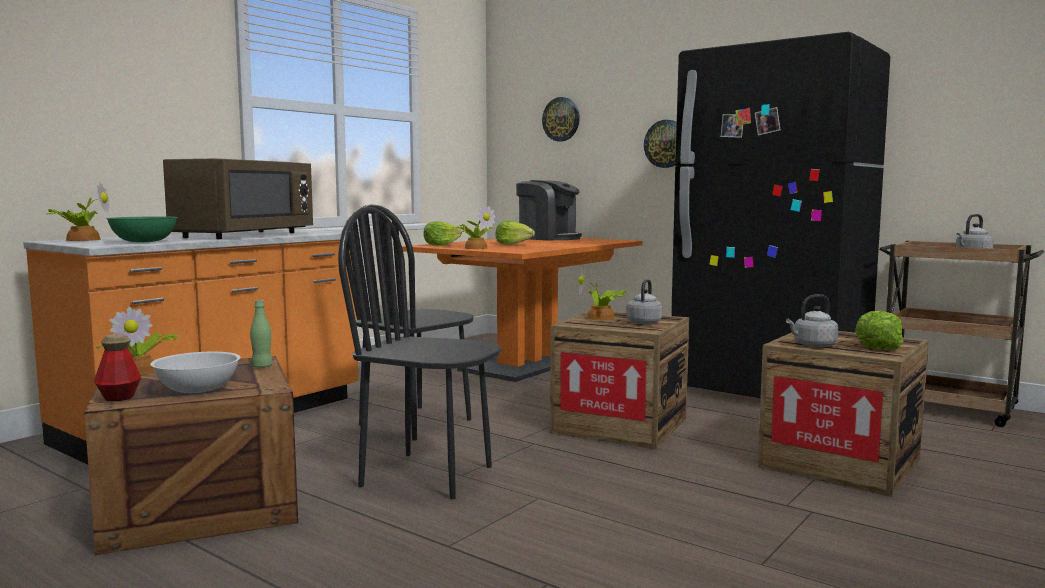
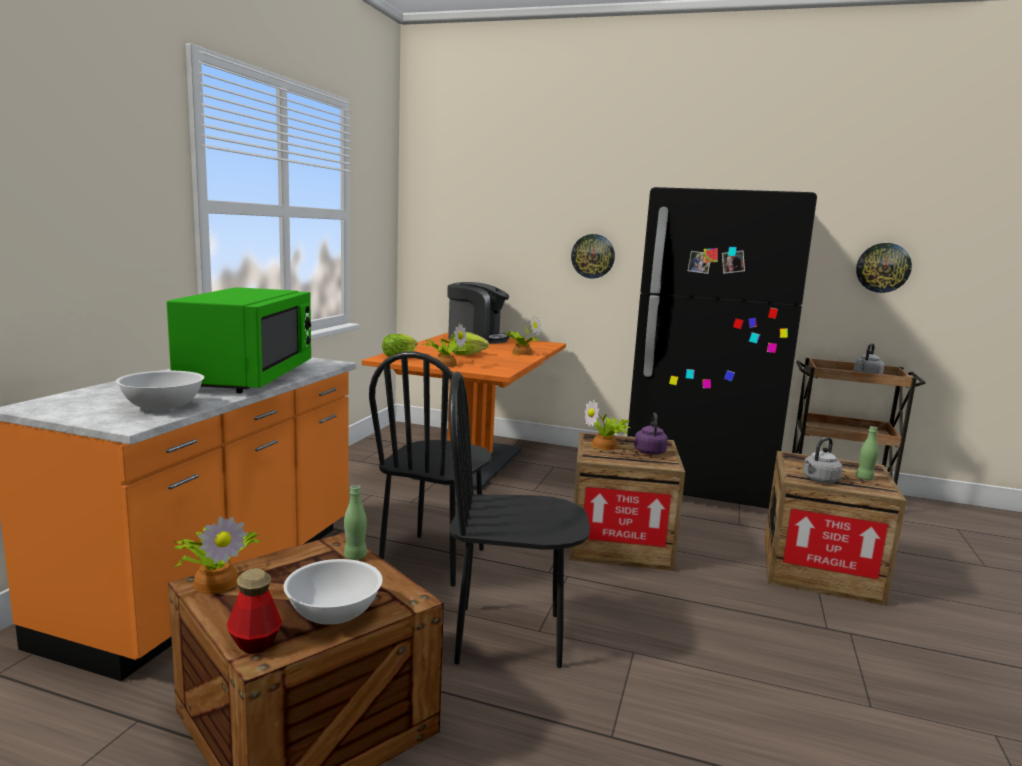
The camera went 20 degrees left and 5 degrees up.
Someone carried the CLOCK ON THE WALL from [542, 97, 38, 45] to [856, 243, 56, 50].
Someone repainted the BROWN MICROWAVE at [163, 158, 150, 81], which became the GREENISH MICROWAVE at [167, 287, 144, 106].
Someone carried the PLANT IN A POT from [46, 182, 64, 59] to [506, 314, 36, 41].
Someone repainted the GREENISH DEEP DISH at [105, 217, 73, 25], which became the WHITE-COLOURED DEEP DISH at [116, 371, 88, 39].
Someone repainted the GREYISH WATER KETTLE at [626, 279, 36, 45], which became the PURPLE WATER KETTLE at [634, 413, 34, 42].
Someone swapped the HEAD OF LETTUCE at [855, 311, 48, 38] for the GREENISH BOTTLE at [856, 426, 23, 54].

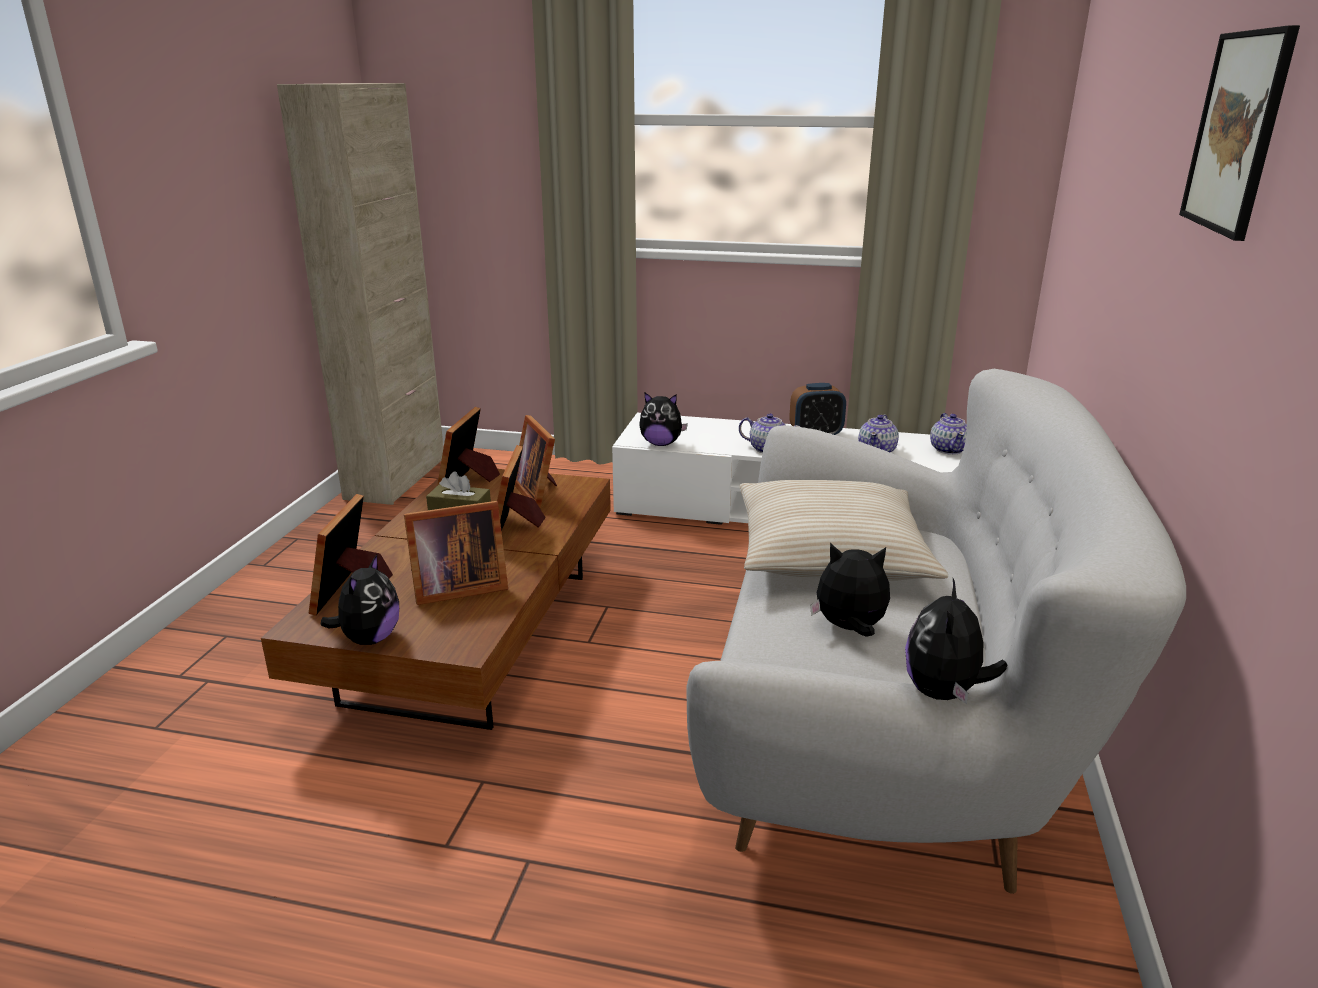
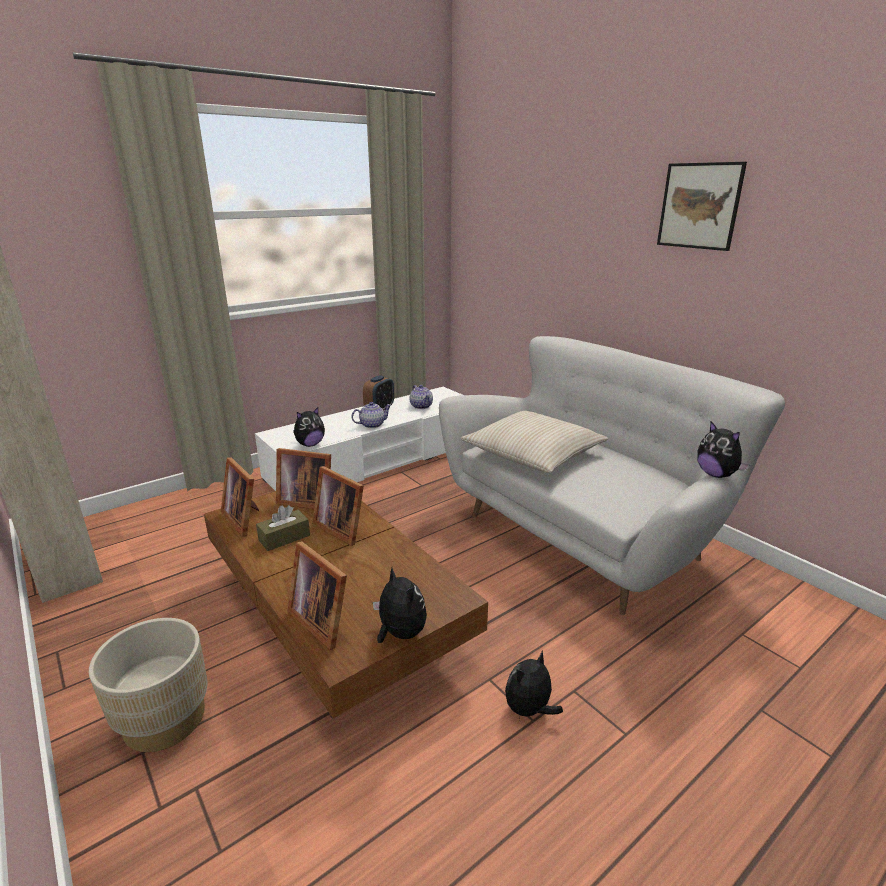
The camera went 50 degrees left and 0 degrees up.
Someone took away the POT FOR TEA at [930, 413, 37, 42].
Someone took away the STANDING FRAME at [404, 501, 104, 104].
Someone carried the SOFT TOY from [810, 543, 80, 94] to [505, 651, 58, 68].
Someone put down the SAND-COLOURED FLOWER POT at [89, 618, 118, 134].

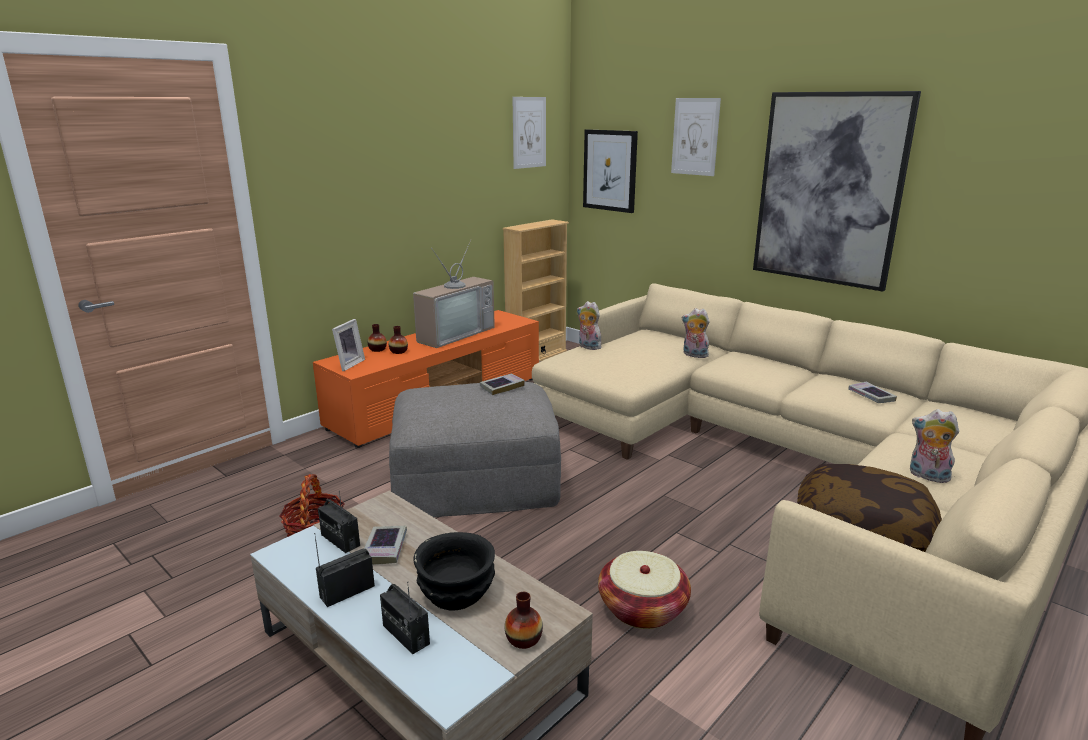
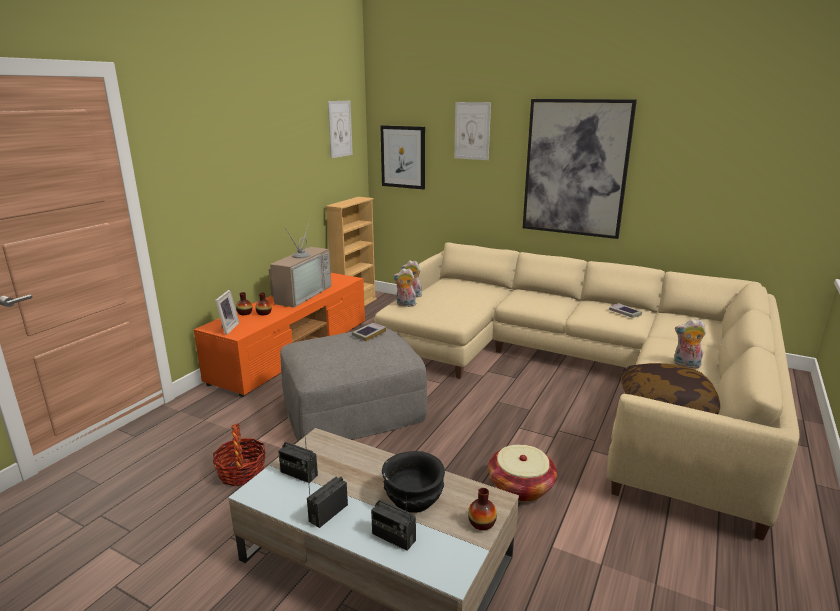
The camera went 15 degrees left and 0 degrees up.
Someone carried the SOFT TOY from [682, 308, 28, 50] to [393, 268, 23, 39].
Someone took away the BOOK at [364, 526, 43, 39].

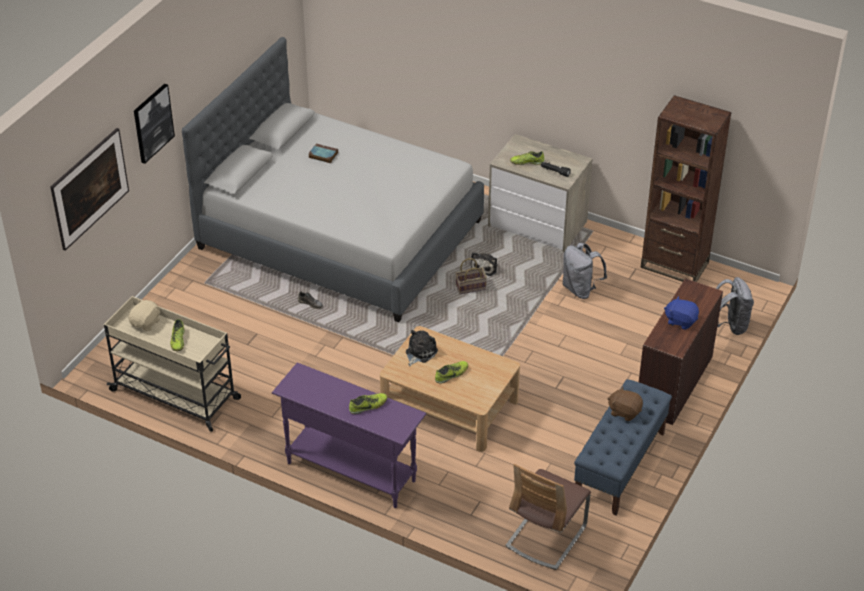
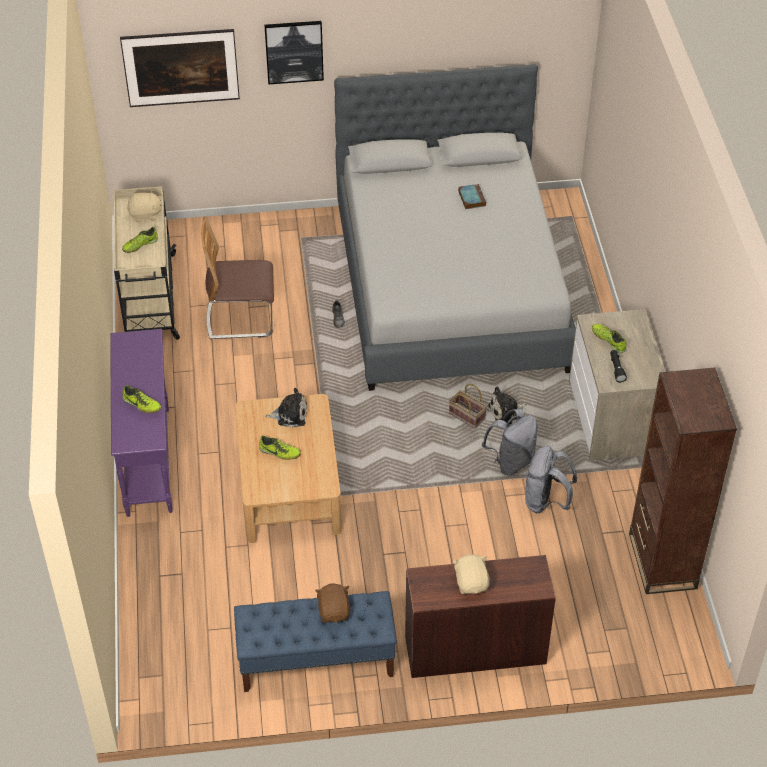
The camera went 55 degrees right and 5 degrees up.
Someone carried the GREYISH RUCKSACK from [716, 277, 38, 58] to [482, 409, 55, 66].
Someone repainted the BLUE-COLOURED SOFT TOY at [664, 296, 35, 34], which became the SAND-COLOURED SOFT TOY at [453, 554, 37, 40].
Someone carried the CHAIR from [505, 464, 86, 106] to [201, 216, 73, 123].

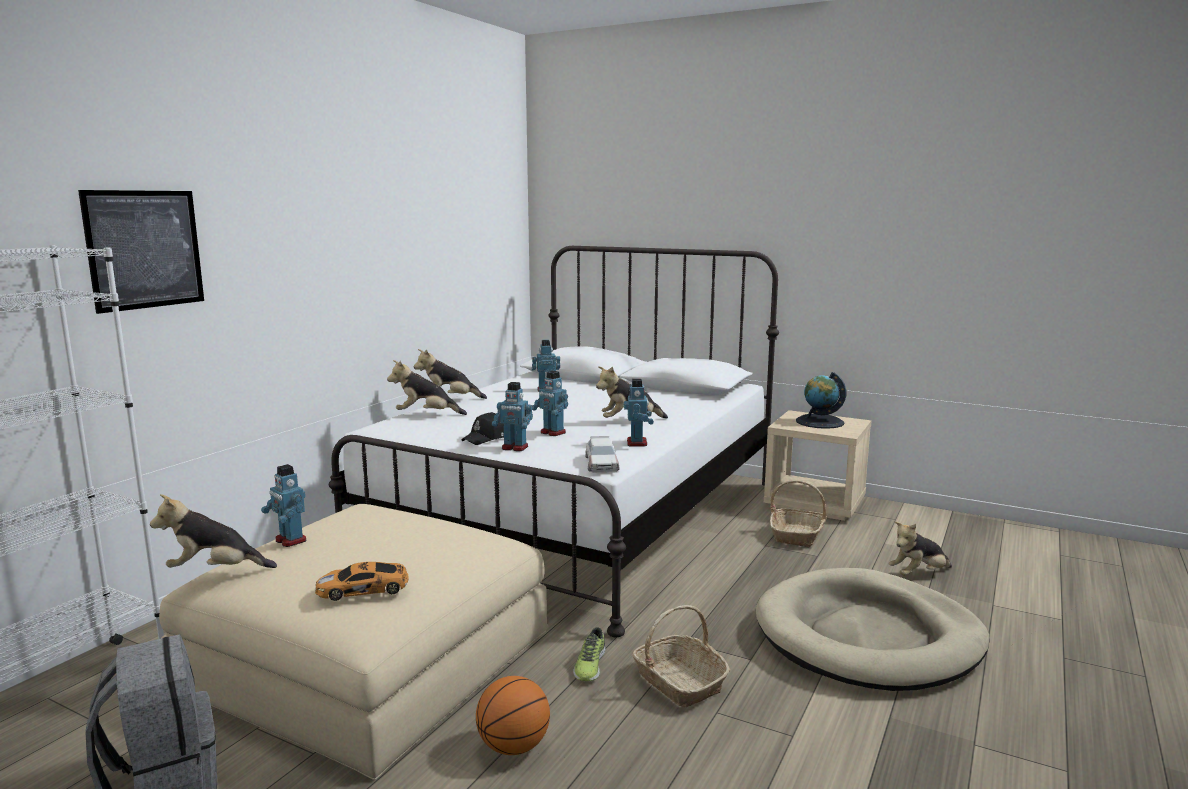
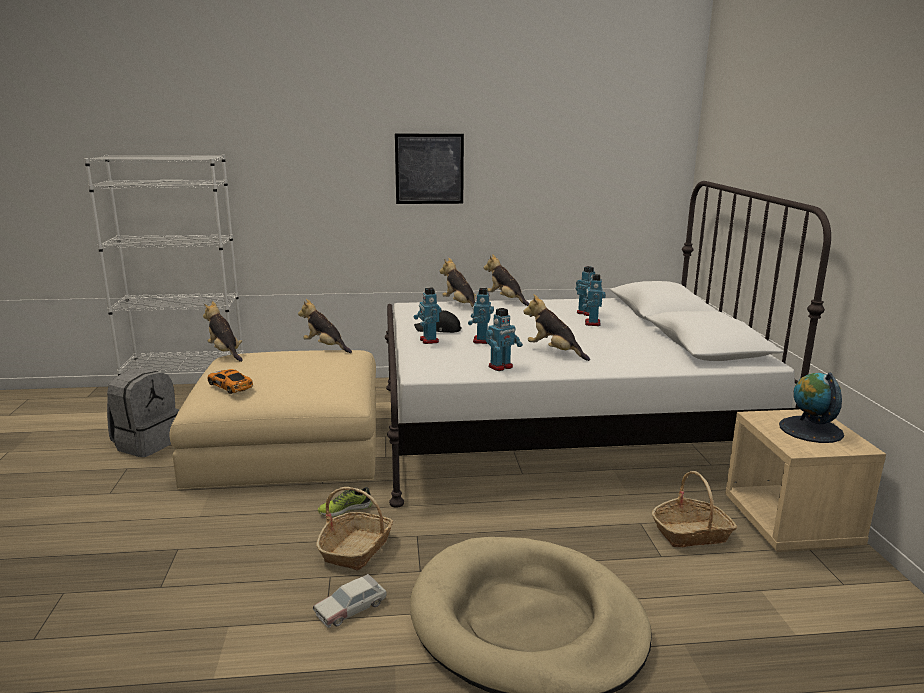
The camera went 55 degrees right and 5 degrees up.
Someone carried the WALL ART from [78, 190, 126, 124] to [395, 134, 69, 70].
Someone carried the TOY CAR from [585, 436, 34, 37] to [313, 574, 74, 54].
Someone carried the TOY ROBOT from [261, 464, 45, 83] to [582, 274, 24, 52].
Someone carried the SOFT TOY from [889, 522, 63, 54] to [298, 299, 54, 54].
Someone took away the BALL FOR BASKETBALL at [476, 676, 74, 79].

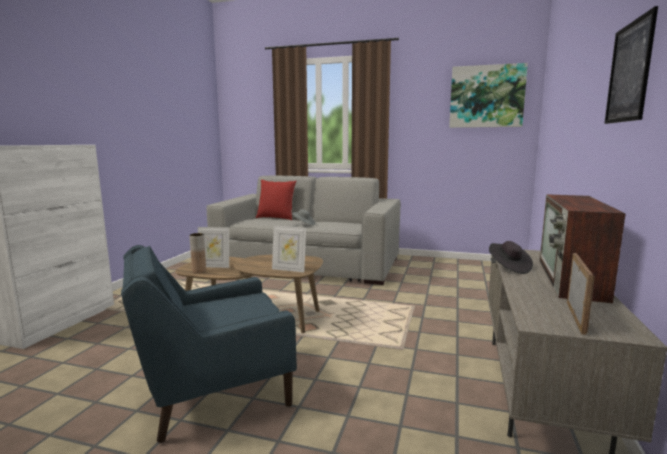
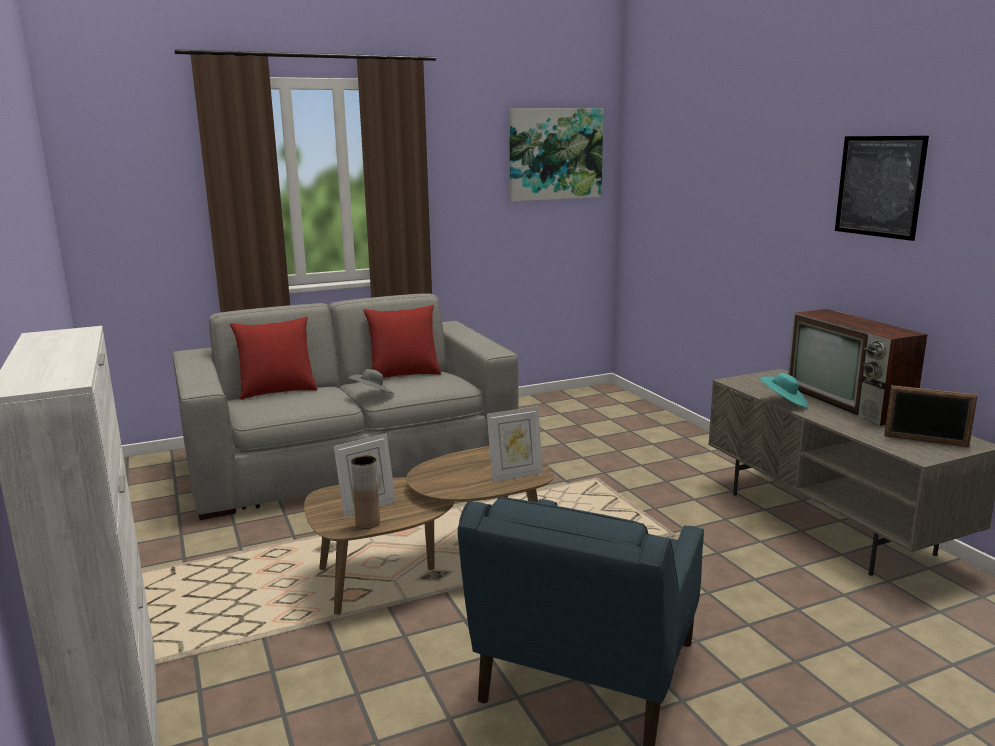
The camera went 40 degrees left and 5 degrees up.
Someone repainted the BLACKISH WEARABLE HAT at [489, 241, 44, 33], which became the TURQUOISE-COLOURED WEARABLE HAT at [759, 373, 49, 35].
Someone rotated the STANDING FRAME at [567, 253, 28, 82] by 135 degrees clockwise.
Someone put down the REDDISH PILLOW at [363, 305, 78, 73].

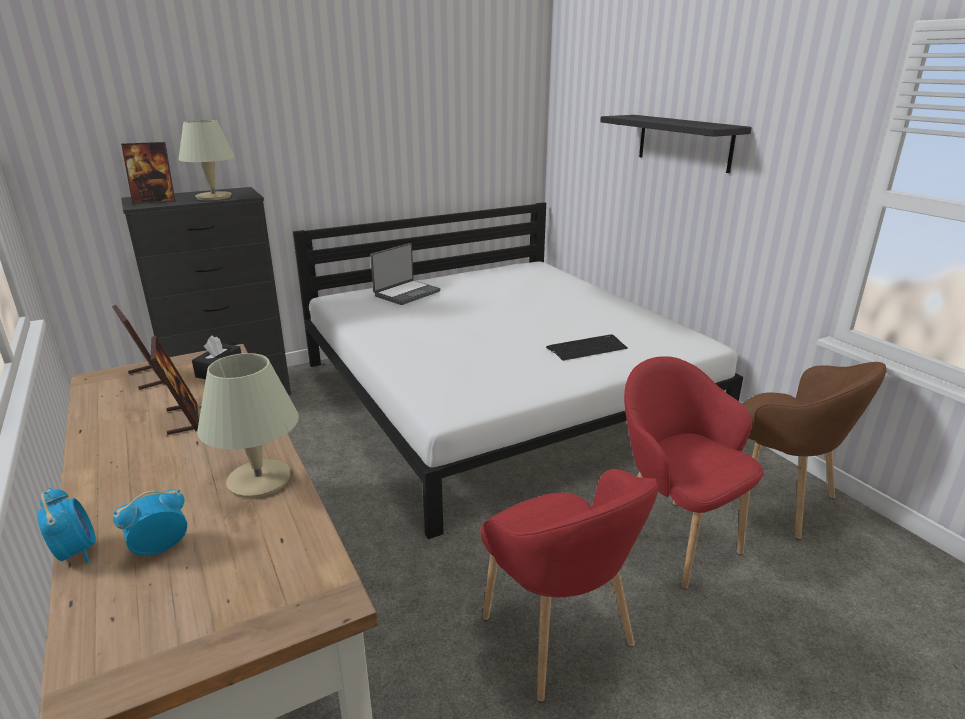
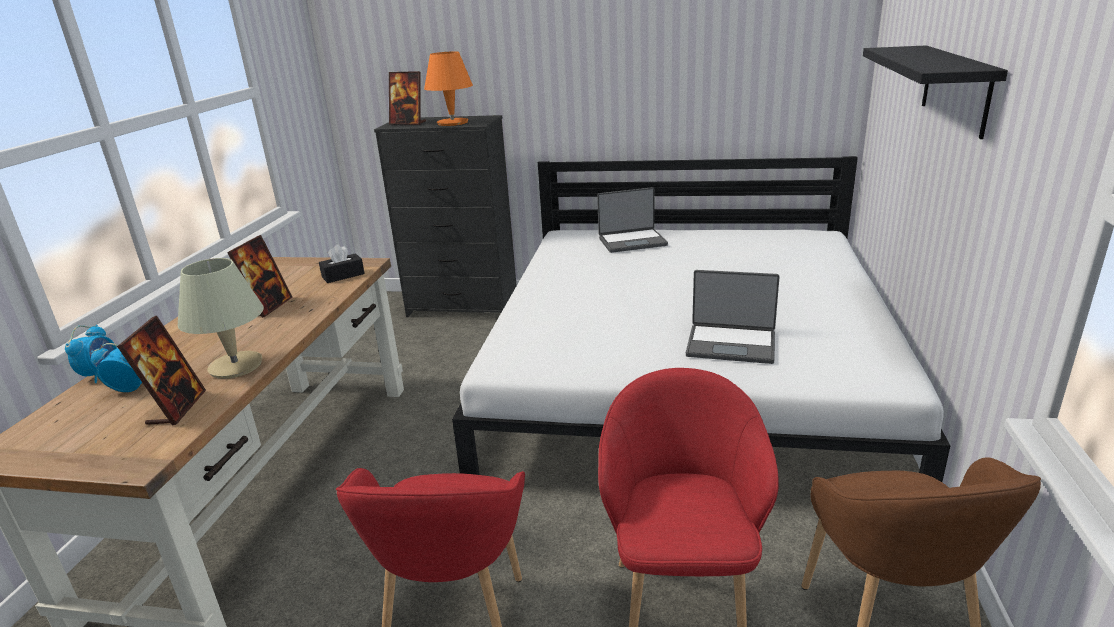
The camera went 40 degrees right and 0 degrees up.
Someone repainted the SAND-COLOURED TABLETOP LAMP at [178, 120, 57, 81], which became the ORANGE TABLETOP LAMP at [424, 51, 49, 75].
Someone carried the STANDING FRAME from [112, 305, 53, 85] to [117, 316, 89, 110].
Someone swapped the PC KEYBOARD at [546, 335, 82, 26] for the PORTABLE COMPUTER at [686, 270, 94, 94].

